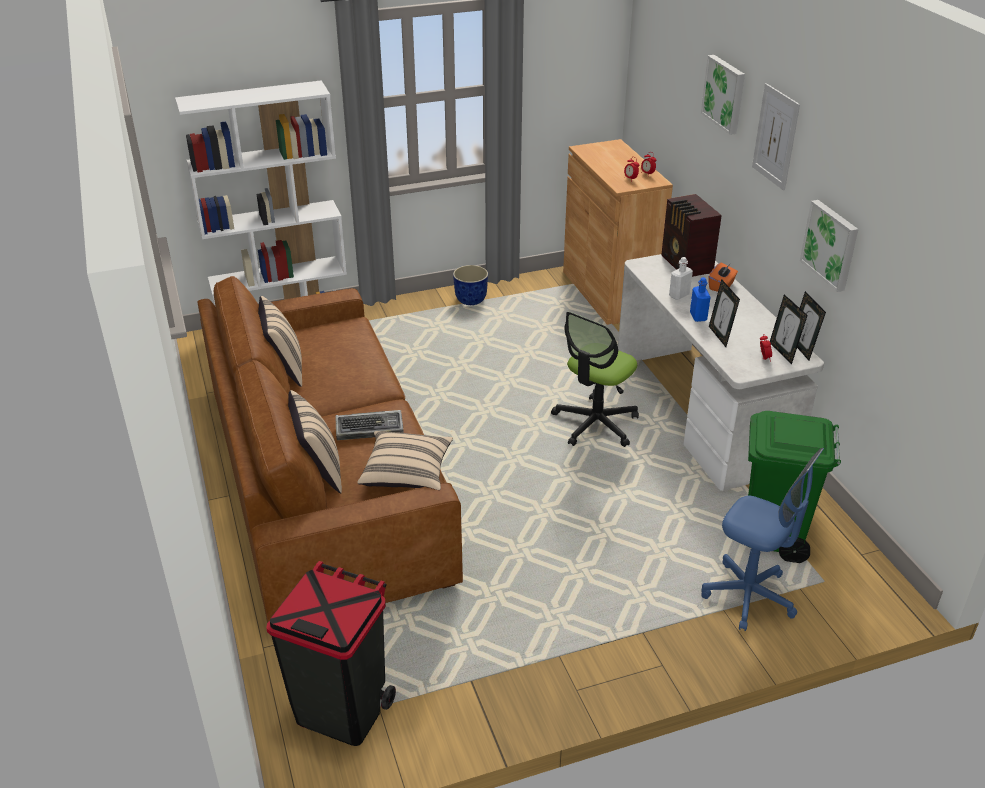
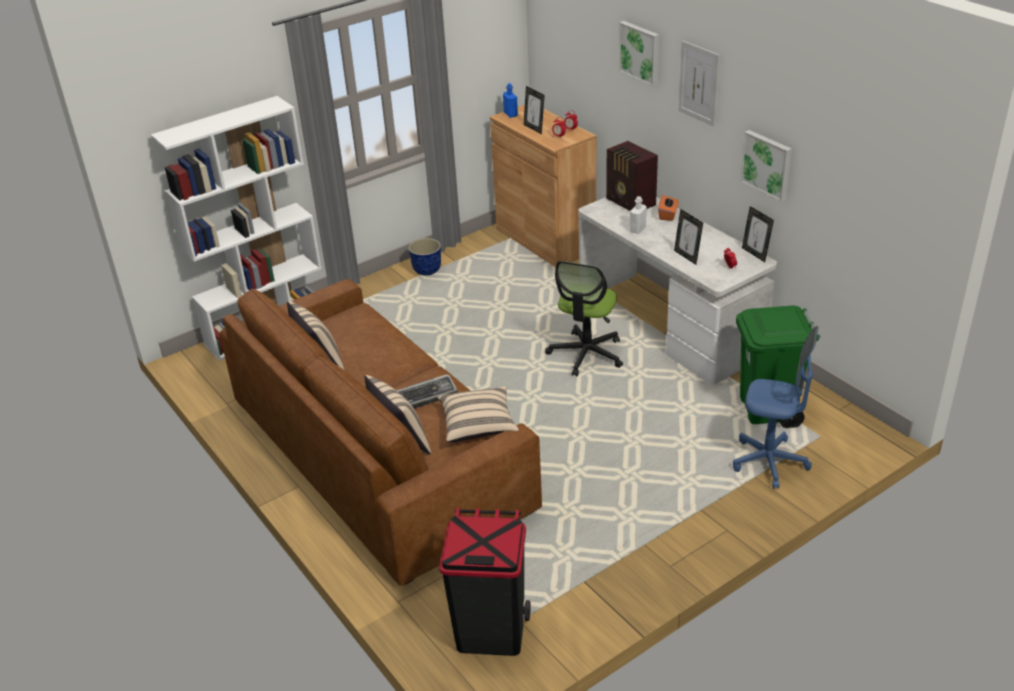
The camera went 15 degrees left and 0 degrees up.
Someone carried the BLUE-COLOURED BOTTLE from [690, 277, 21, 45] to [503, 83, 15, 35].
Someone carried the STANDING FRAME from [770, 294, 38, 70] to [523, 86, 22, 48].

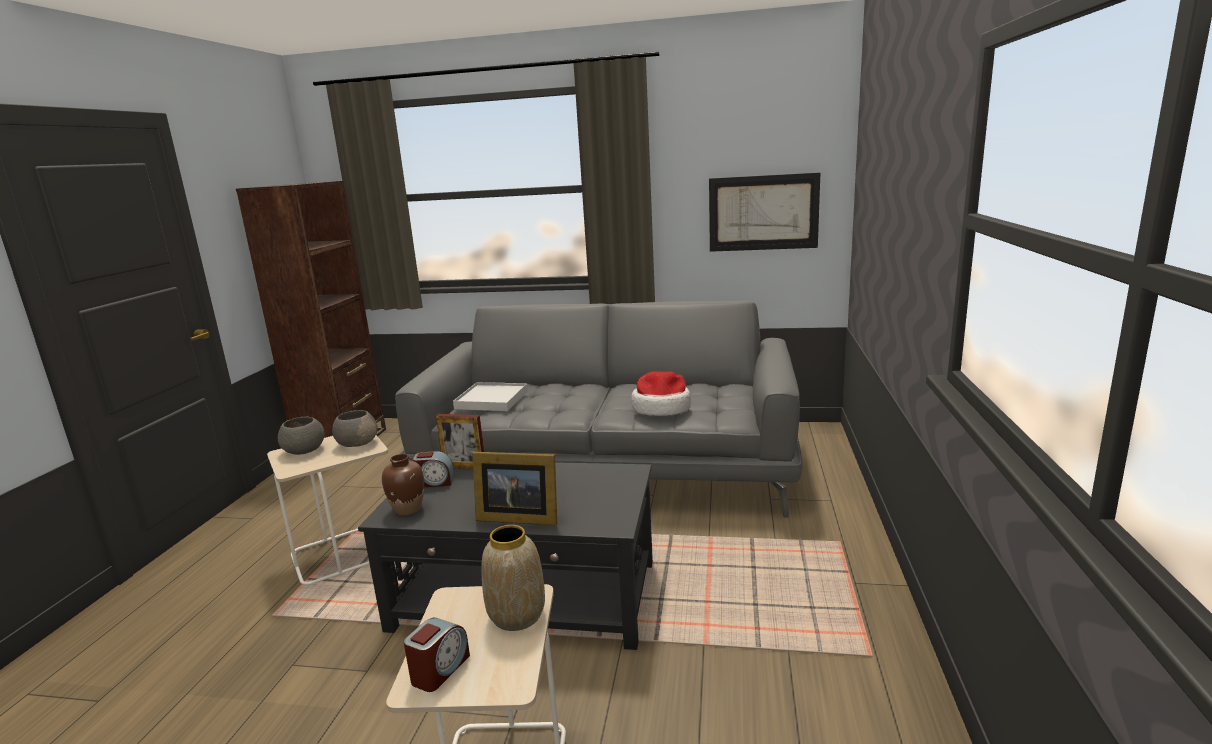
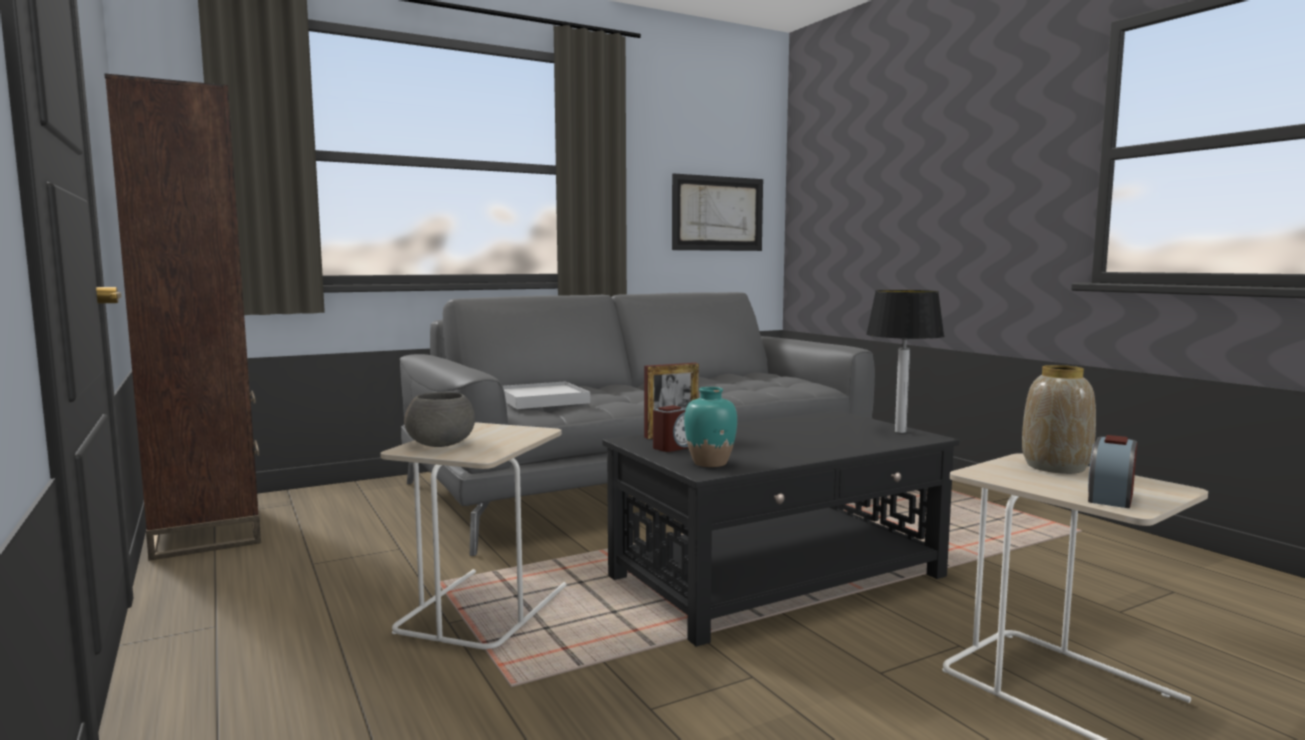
The camera went 40 degrees left and 10 degrees down.
Someone took away the WEARABLE HAT at [631, 371, 60, 45].
Someone took away the GREYISH DEEP DISH at [332, 410, 46, 37].
Someone took away the STANDING FRAME at [472, 452, 85, 73].
Someone repainted the BROWN FLOWER VASE at [382, 454, 42, 61], which became the TURQUOISE-COLOURED FLOWER VASE at [684, 387, 53, 80].
Someone rotated the TABLE CLOCK at [404, 618, 66, 74] by 135 degrees counterclockwise.
Someone put down the TABLETOP LAMP at [866, 290, 78, 143].

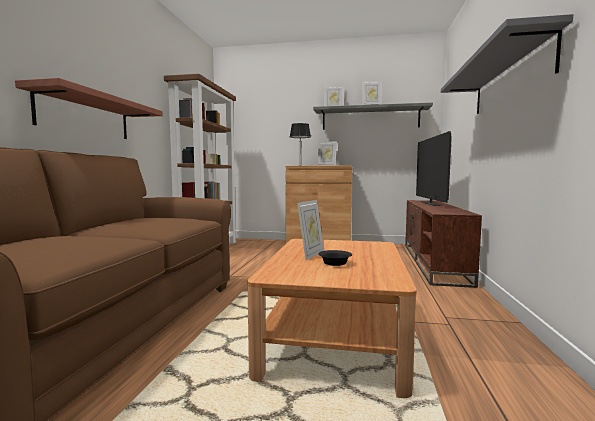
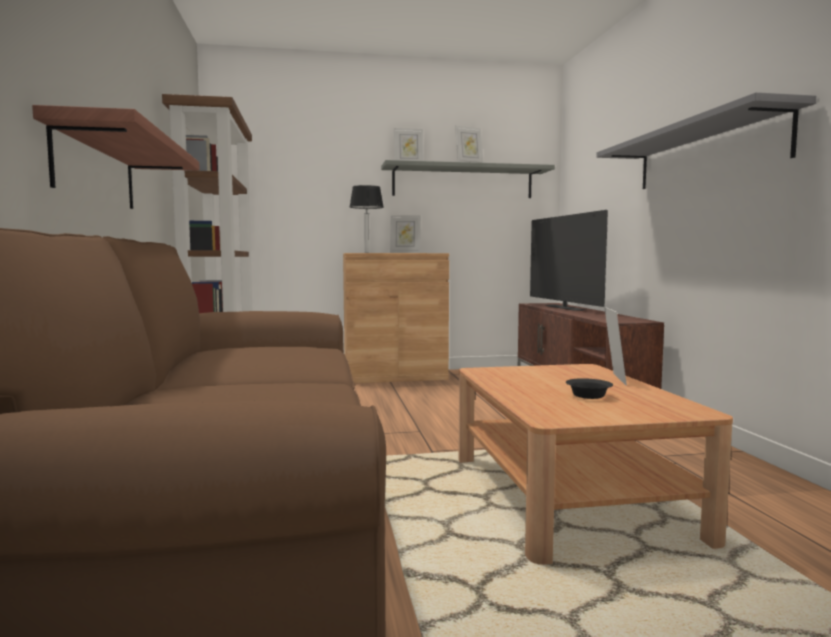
The camera went 20 degrees left and 0 degrees up.
Someone carried the STANDING FRAME from [297, 200, 27, 60] to [604, 307, 23, 78].

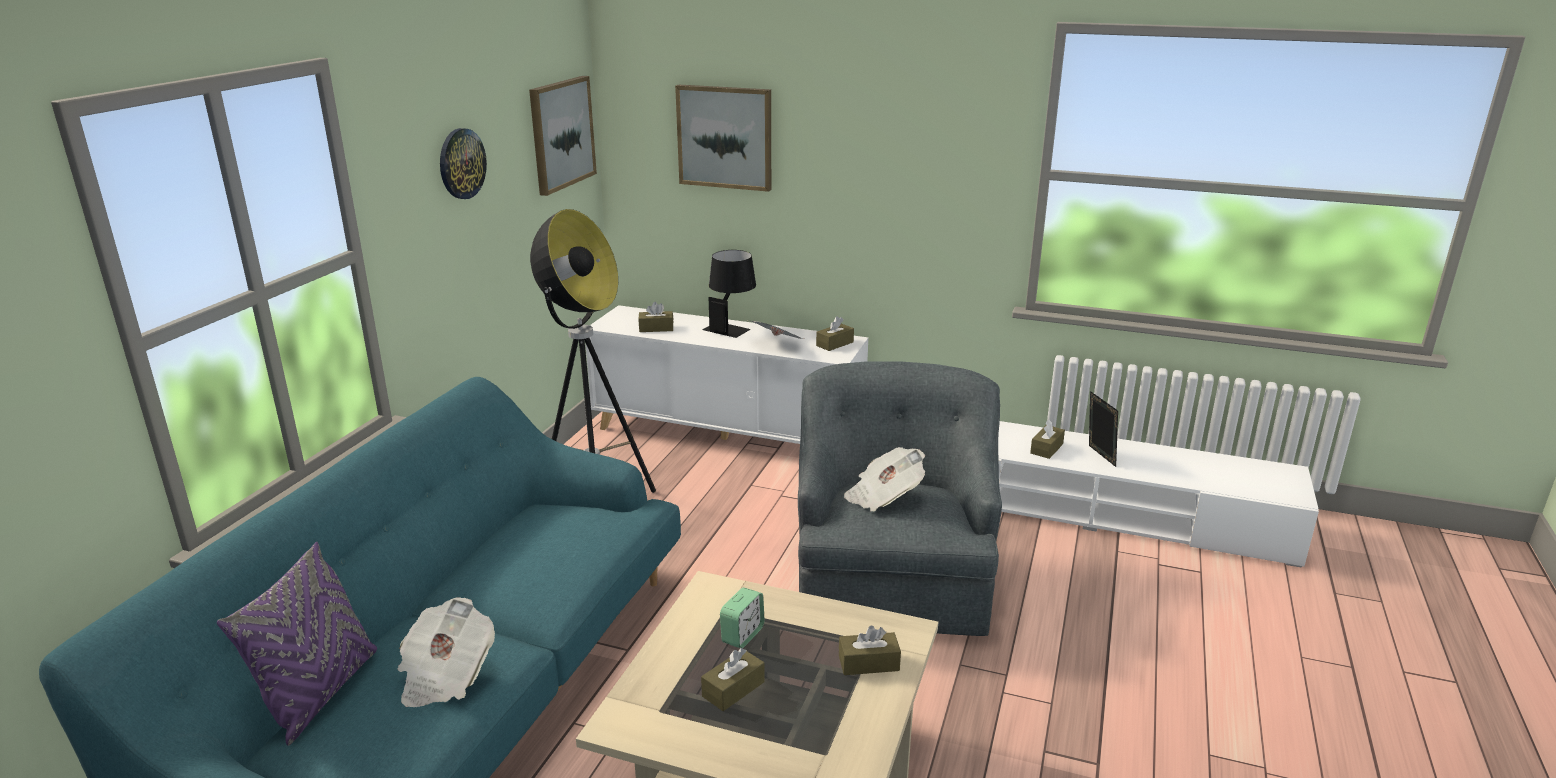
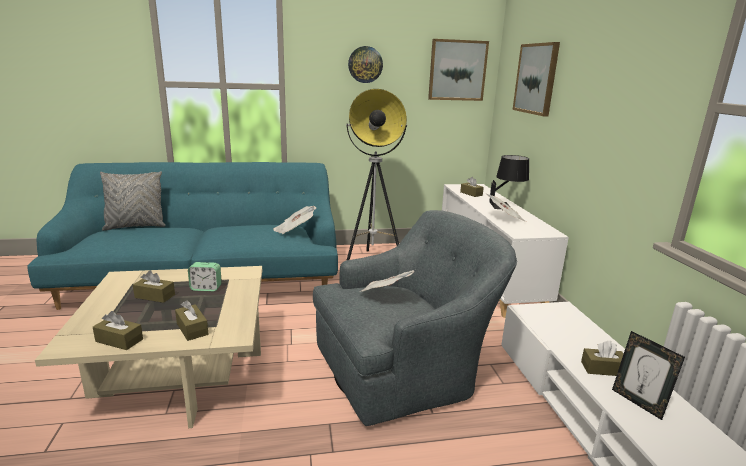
The camera went 60 degrees right and 5 degrees down.
Someone carried the BROWN BOX OF TISSUES from [816, 316, 38, 35] to [93, 311, 50, 39].
Someone rotated the STANDING FRAME at [1089, 391, 29, 76] by 105 degrees clockwise.
Someone repainted the PURPLE PILLOW at [217, 542, 160, 204], which became the GREYISH PILLOW at [100, 171, 66, 60].
Someone carried the PRINTED PAPER from [398, 597, 97, 110] to [273, 206, 43, 28].

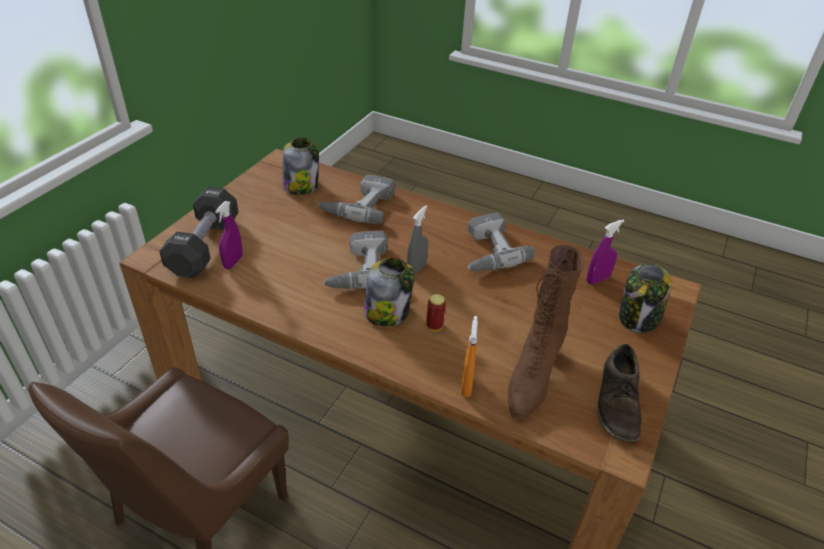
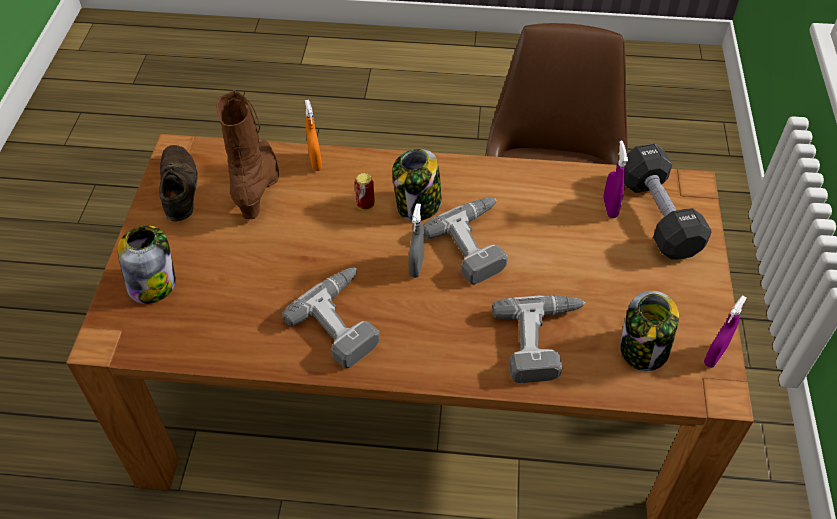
The camera went 160 degrees right and 10 degrees up.
Someone carried the PURPLE HAND SPRAYER from [587, 220, 37, 65] to [704, 295, 43, 73].

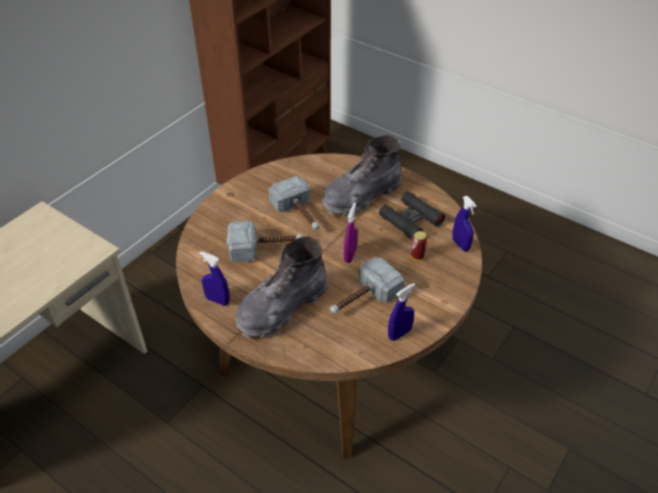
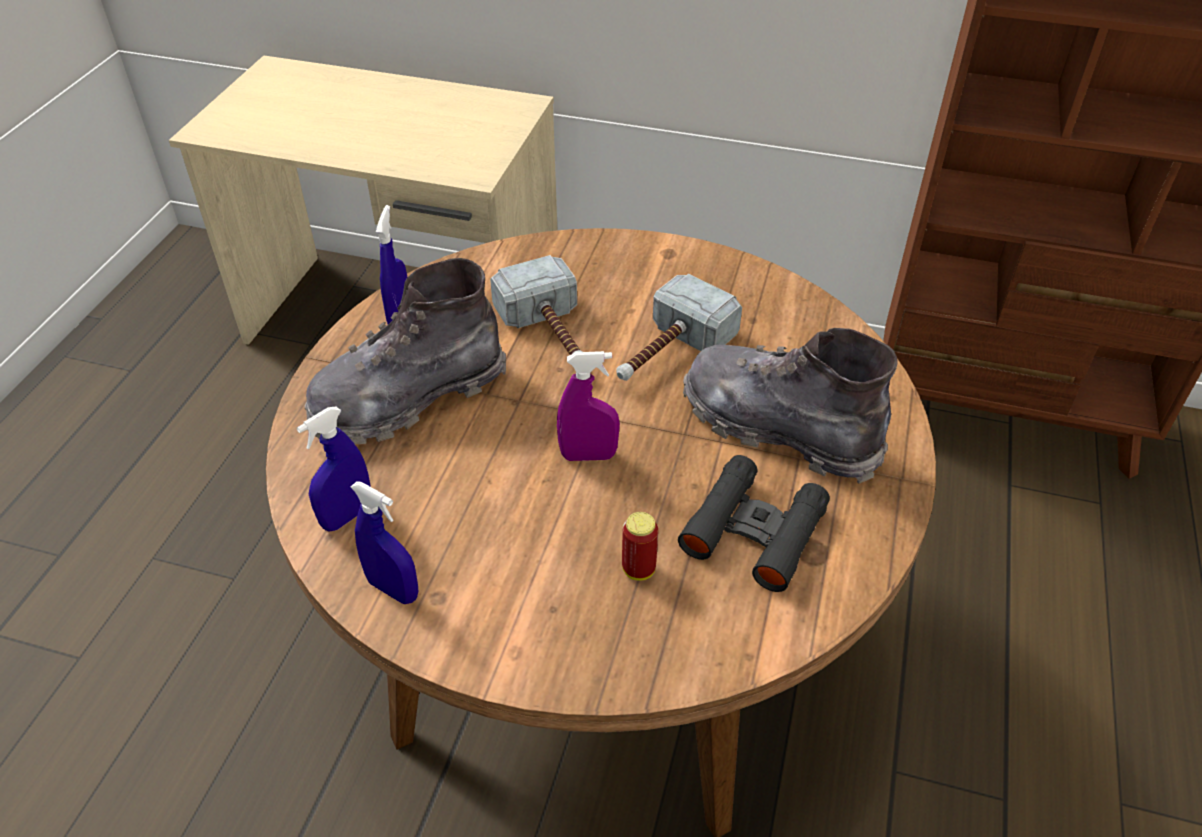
The camera went 70 degrees right and 0 degrees up.
Someone carried the BLUE-COLOURED HAND SPRAYER from [452, 196, 25, 55] to [297, 407, 74, 125].
Someone rotated the GREYISH TALL BOOT at [235, 236, 93, 103] by 60 degrees counterclockwise.
Someone took away the HAND HAMMER at [330, 257, 75, 57].

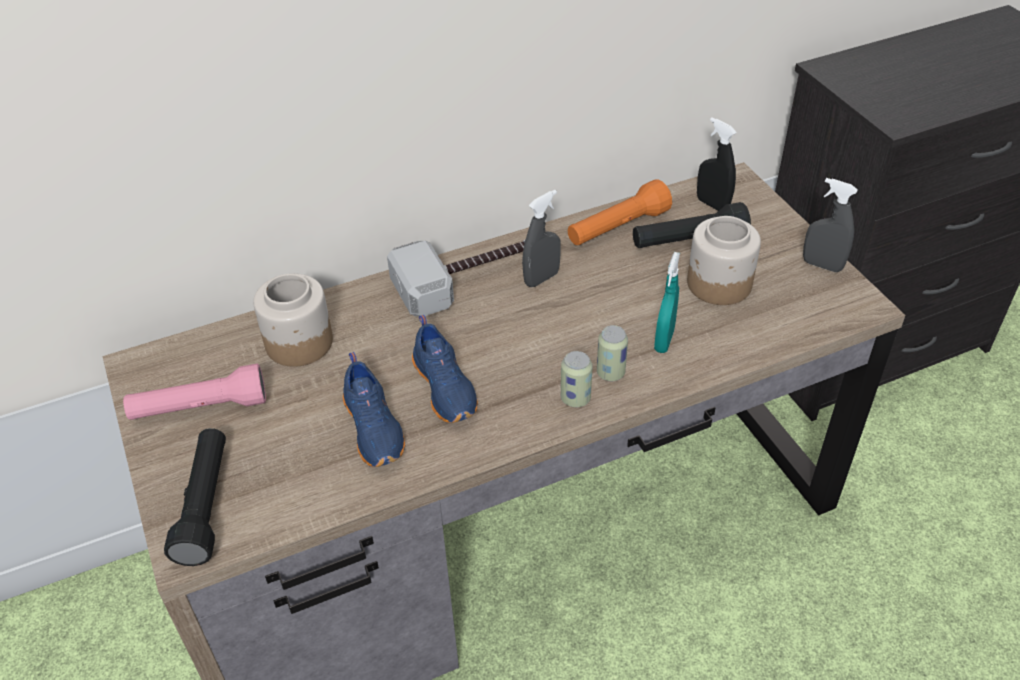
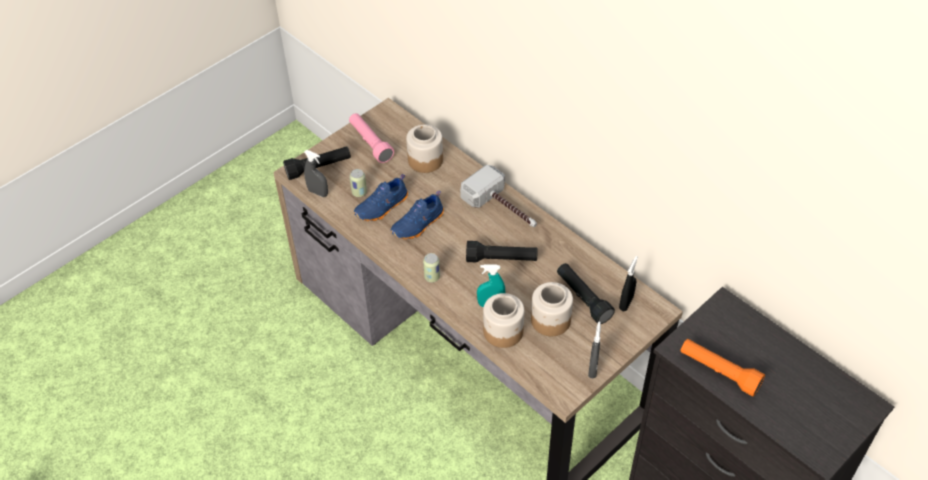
The camera went 70 degrees right and 5 degrees up.
Someone carried the ORANGE HAND TORCH from [568, 179, 104, 66] to [681, 339, 84, 58].
Someone carried the GREYISH HAND SPRAYER from [522, 190, 39, 97] to [304, 150, 24, 47].
Someone carried the SEALED CAN from [597, 325, 31, 56] to [350, 169, 17, 28].
Someone put down the BLACKISH HAND TORCH at [466, 241, 72, 21].
Someone put down the PRESERVE JAR at [483, 293, 41, 55].

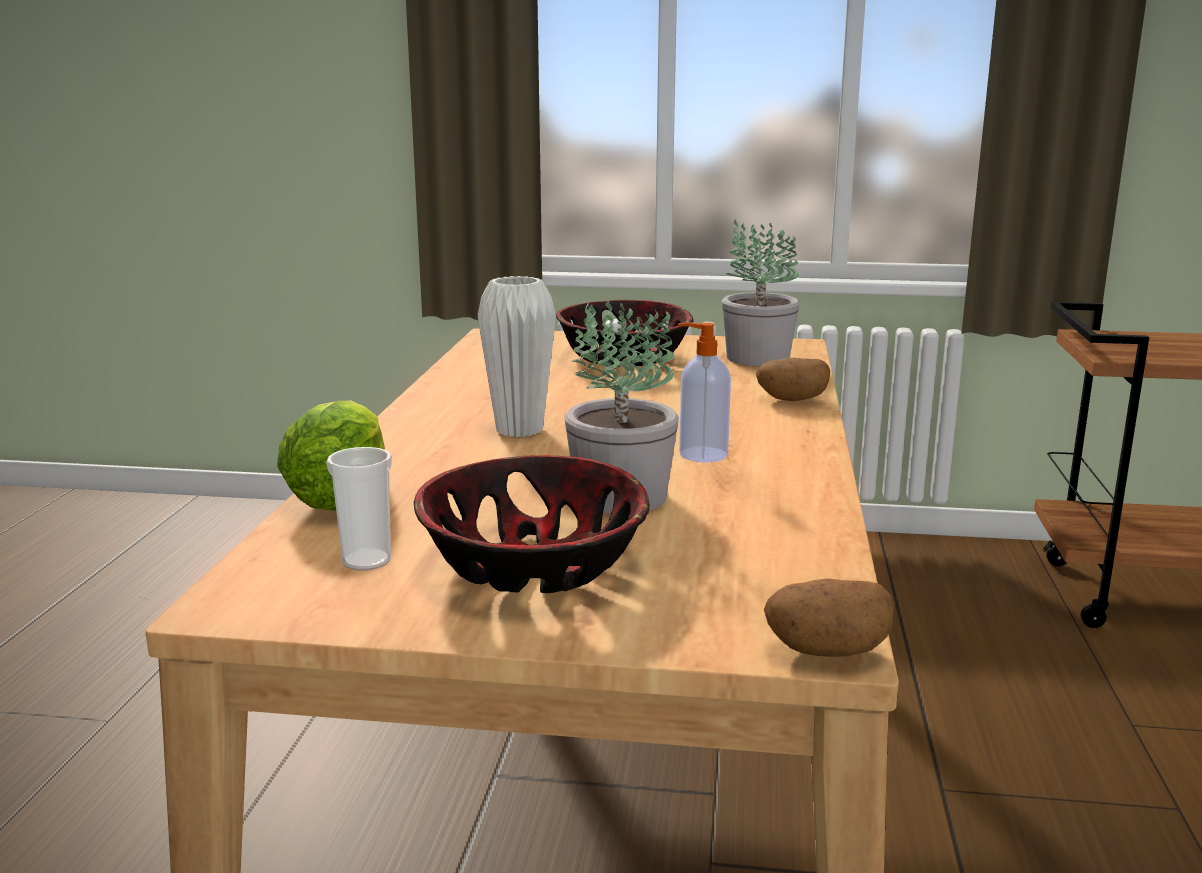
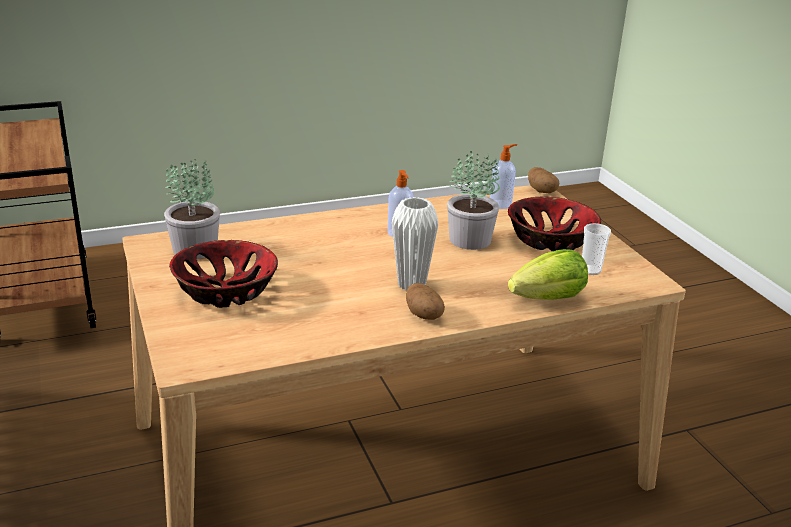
The camera went 120 degrees left and 10 degrees up.
Someone carried the SPUD from [756, 358, 74, 43] to [406, 283, 39, 37].
Someone put down the SOAP DISPENSER at [490, 144, 27, 65].

